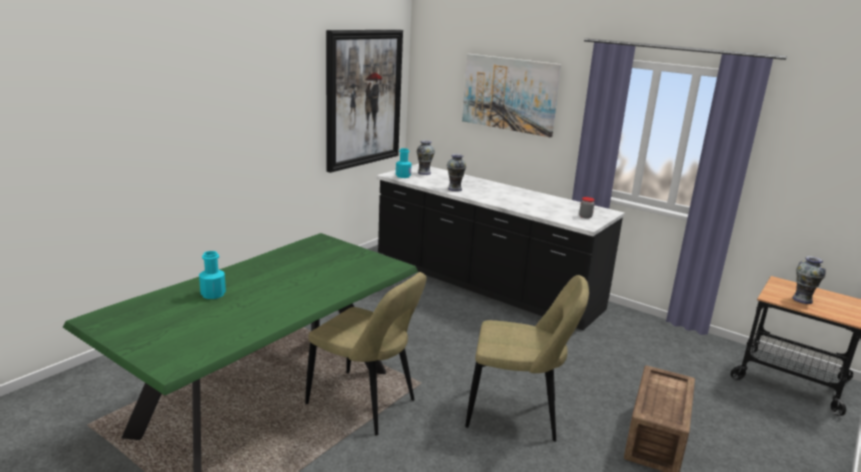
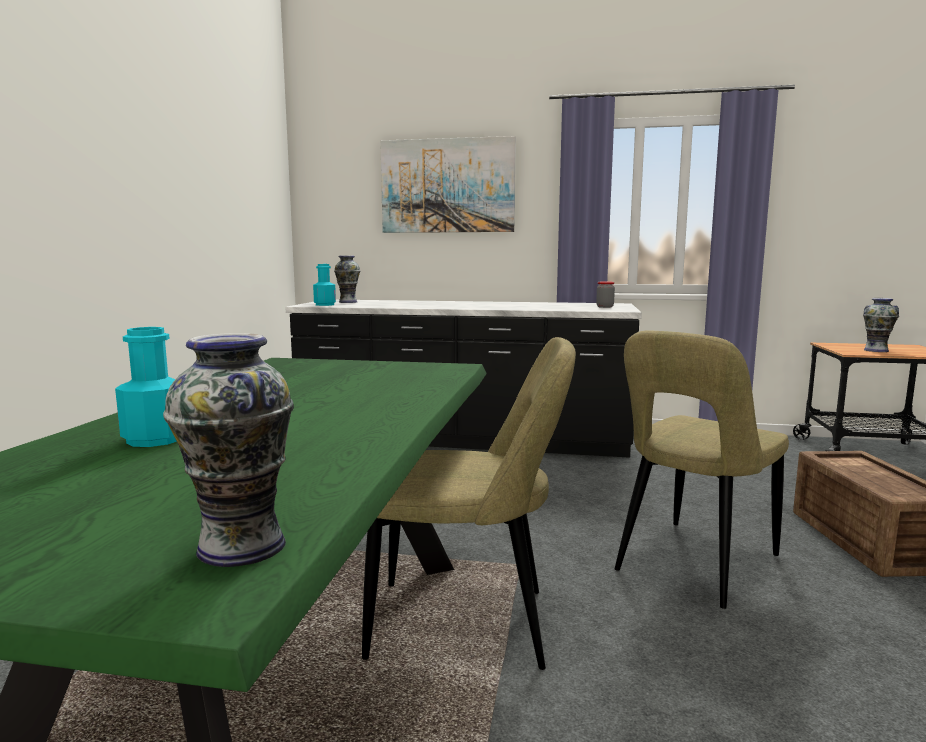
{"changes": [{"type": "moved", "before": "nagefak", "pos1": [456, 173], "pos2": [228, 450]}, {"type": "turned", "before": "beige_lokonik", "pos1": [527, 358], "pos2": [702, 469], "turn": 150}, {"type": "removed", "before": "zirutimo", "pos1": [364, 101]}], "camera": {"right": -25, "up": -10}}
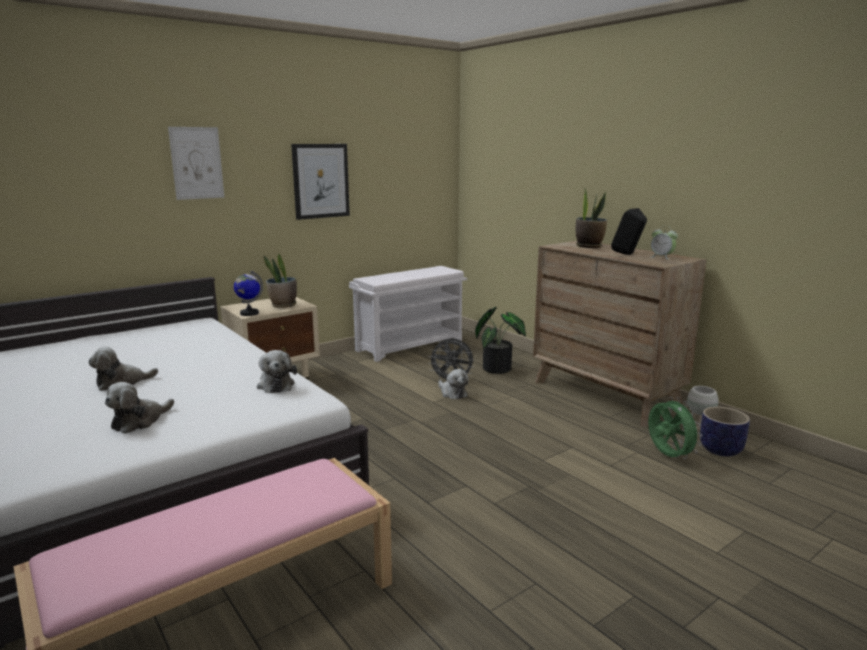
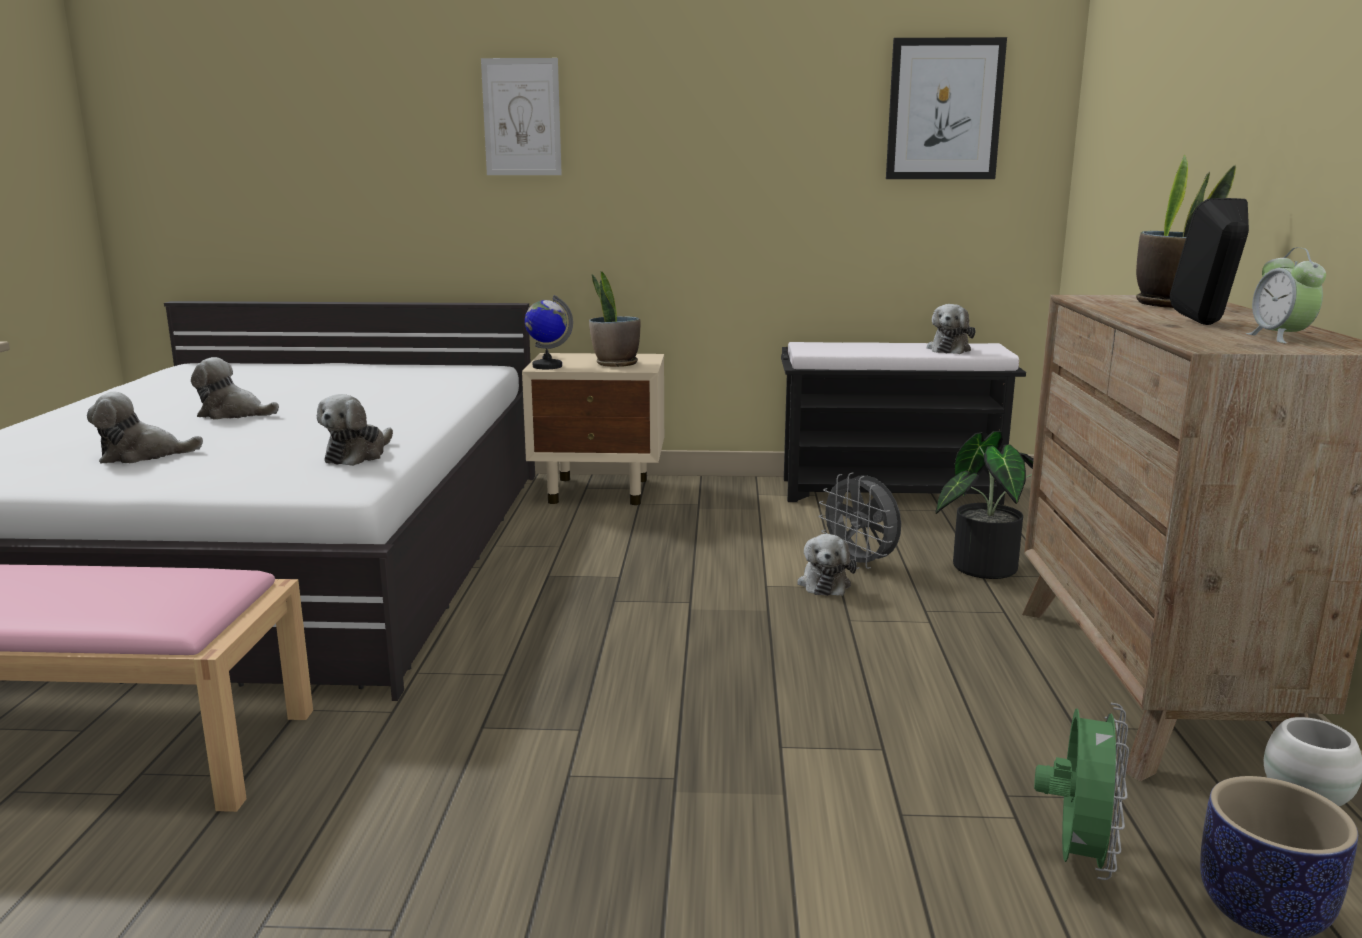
{"changes": [{"type": "recoloured", "before": "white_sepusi", "after": "black_sepusi", "pos1": [408, 314], "pos2": [903, 423]}, {"type": "moved", "before": "zirutimo", "pos1": [320, 182], "pos2": [946, 108]}, {"type": "added", "after": "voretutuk", "pos2": [951, 329]}], "camera": {"right": 40, "up": 0}}
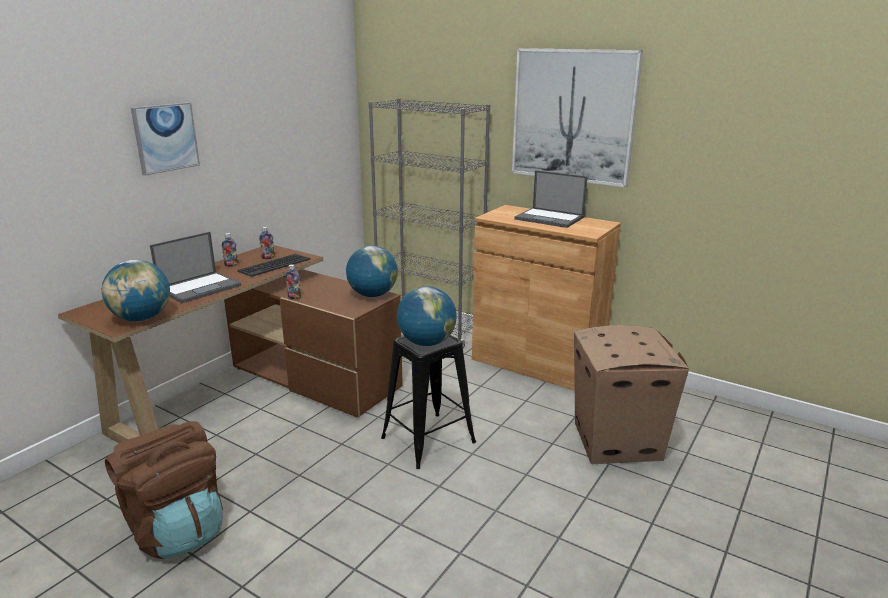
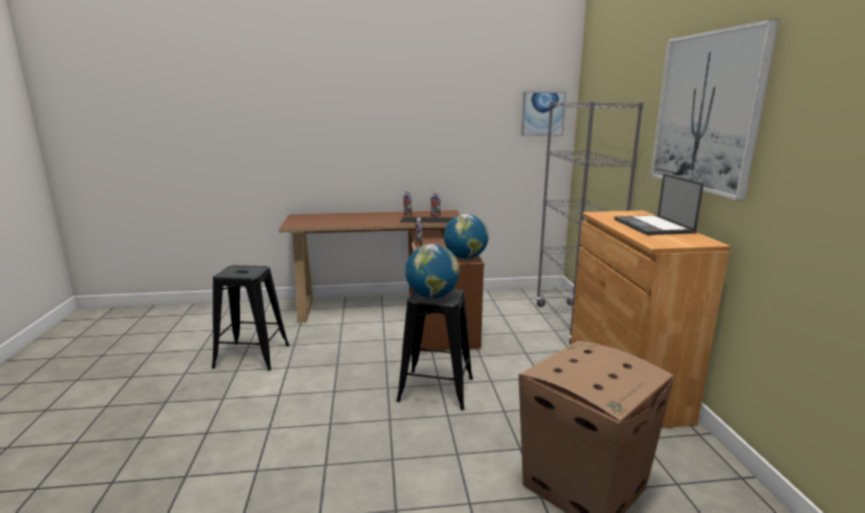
{"changes": [{"type": "replaced", "before": "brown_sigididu", "after": "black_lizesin", "pos1": [164, 490], "pos2": [250, 318]}, {"type": "moved", "before": "zirutimo", "pos1": [165, 138], "pos2": [543, 114]}, {"type": "removed", "before": "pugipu", "pos1": [136, 290]}, {"type": "removed", "before": "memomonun", "pos1": [195, 267]}], "camera": {"right": 50, "up": -5}}
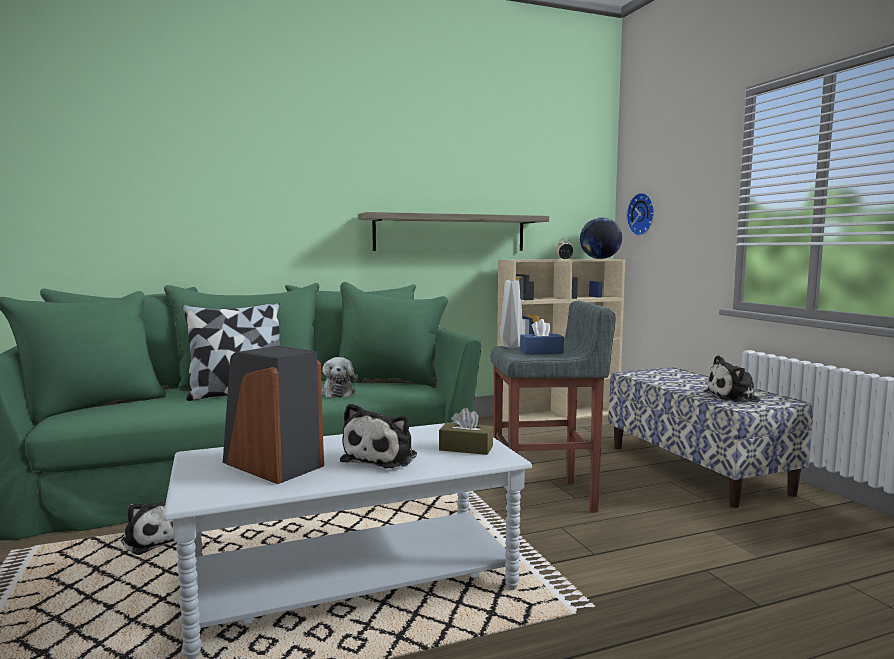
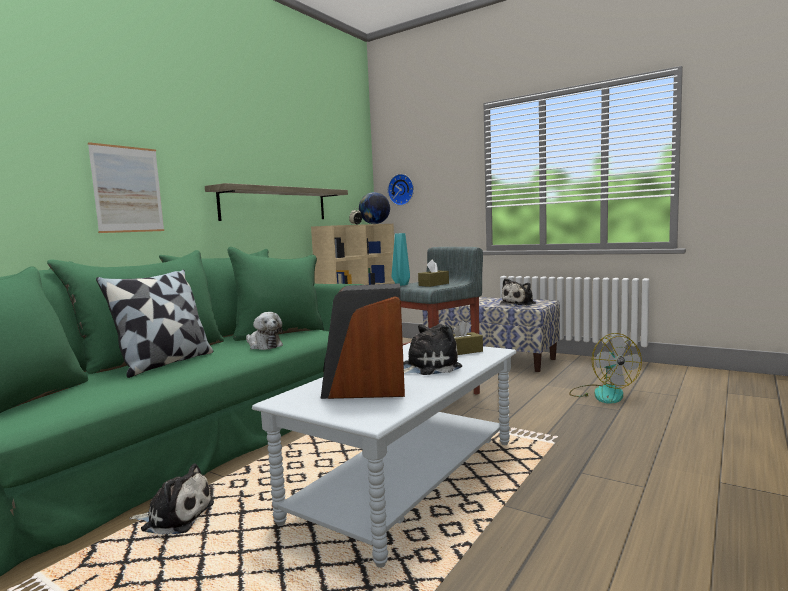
{"changes": [{"type": "added", "after": "zirutimo", "pos2": [126, 187]}, {"type": "recoloured", "before": "grey_nagefak", "after": "turquoise_nagefak", "pos1": [512, 314], "pos2": [401, 259]}, {"type": "turned", "before": "voretutuk", "pos1": [378, 435], "pos2": [432, 349], "turn": -105}, {"type": "recoloured", "before": "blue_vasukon", "after": "brown_vasukon", "pos1": [542, 337], "pos2": [433, 273]}, {"type": "added", "after": "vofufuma", "pos2": [605, 368]}], "camera": {"right": -35, "up": 0}}
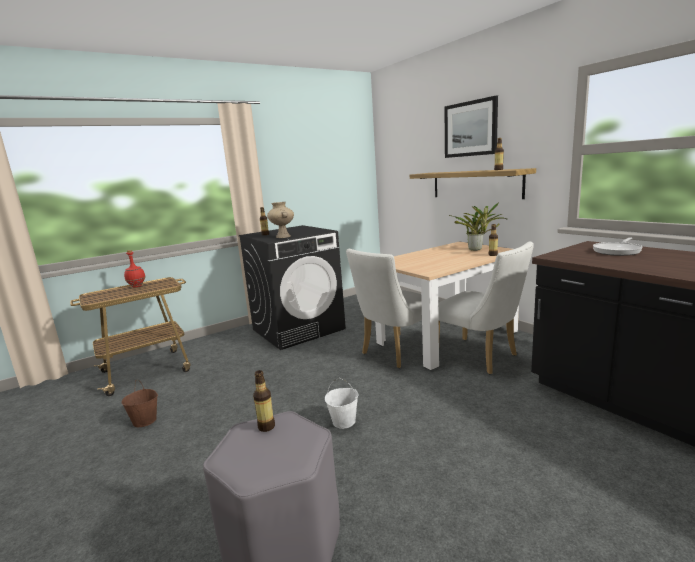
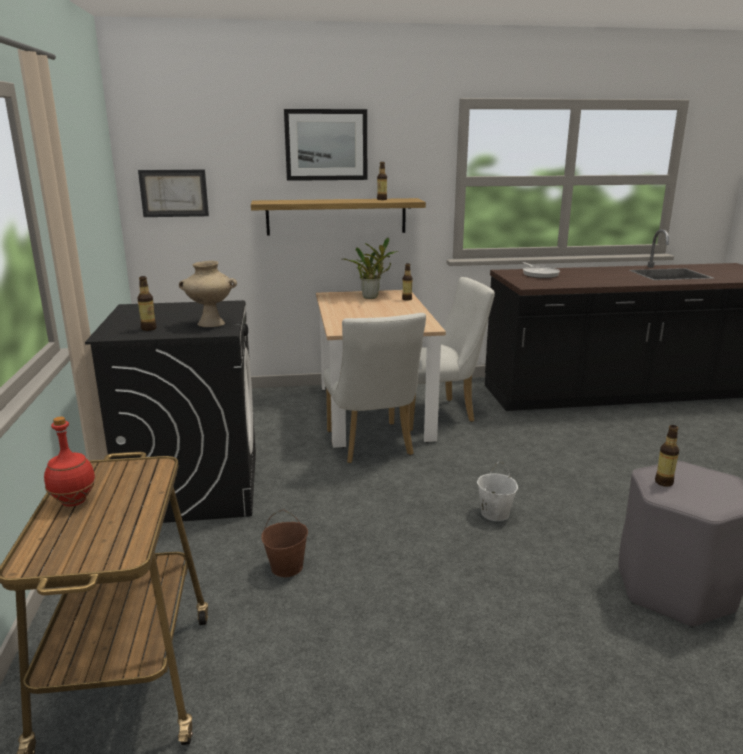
{"changes": [{"type": "added", "after": "zirutimo", "pos2": [173, 193]}, {"type": "moved", "before": "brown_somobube", "pos1": [140, 403], "pos2": [284, 543]}], "camera": {"right": -65, "up": 5}}
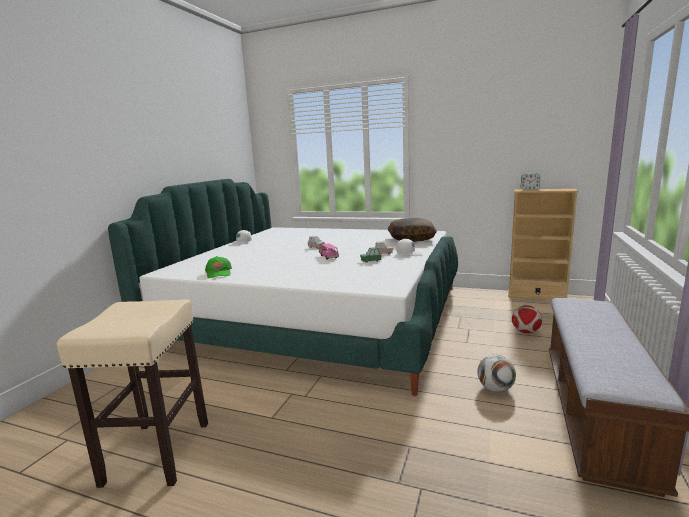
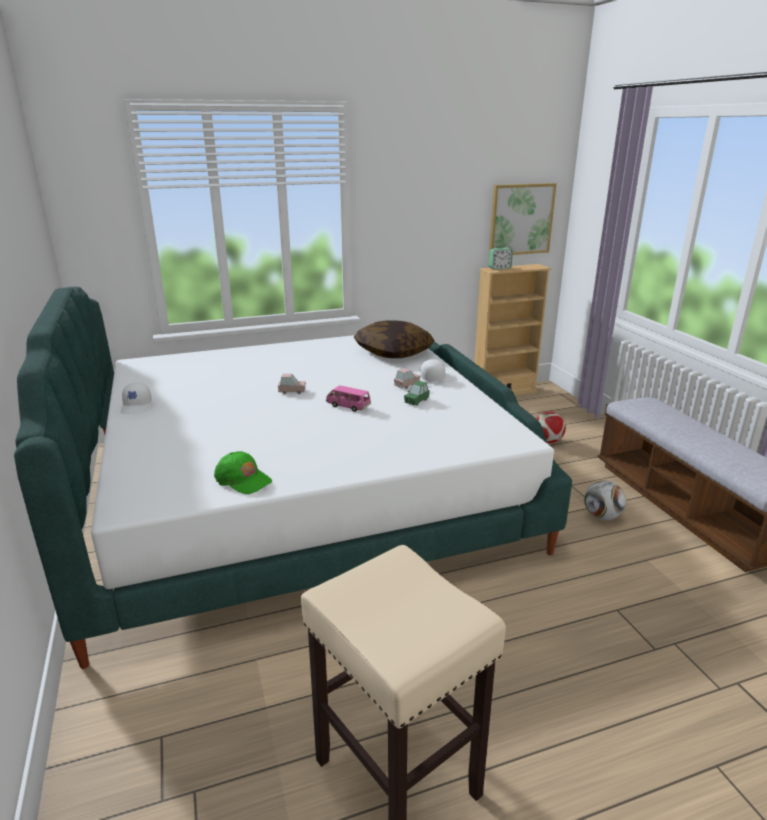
{"changes": [{"type": "added", "after": "zirutimo", "pos2": [523, 219]}], "camera": {"right": -40, "up": 10}}
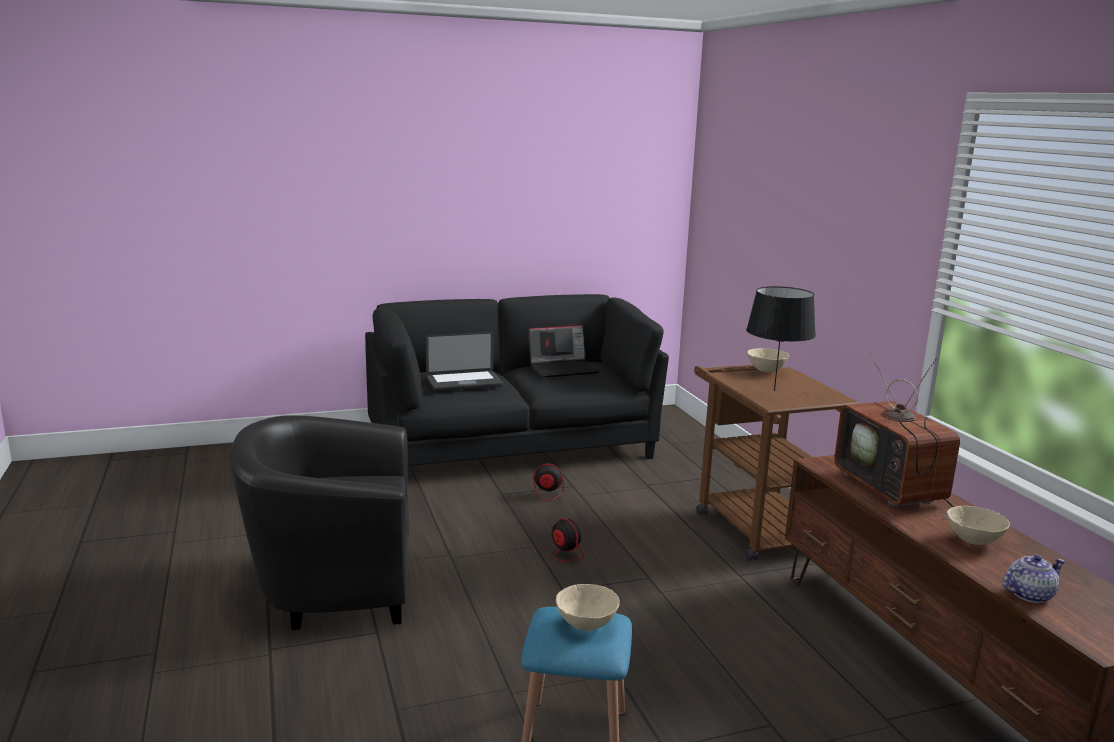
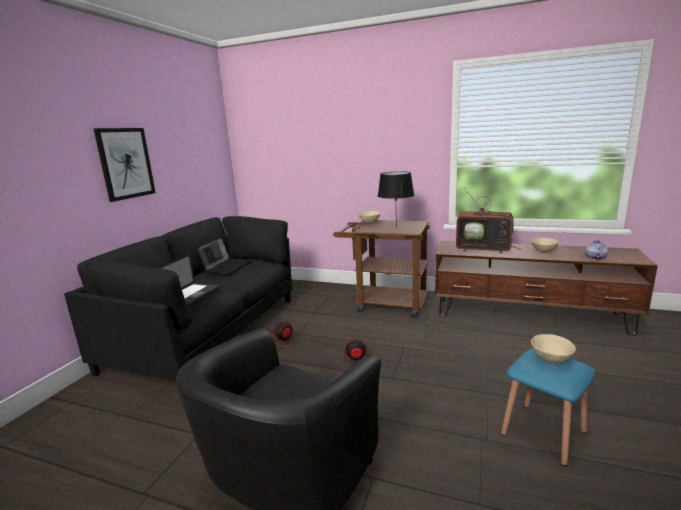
{"changes": [{"type": "added", "after": "zirutimo", "pos2": [125, 165]}], "camera": {"right": -50, "up": 0}}
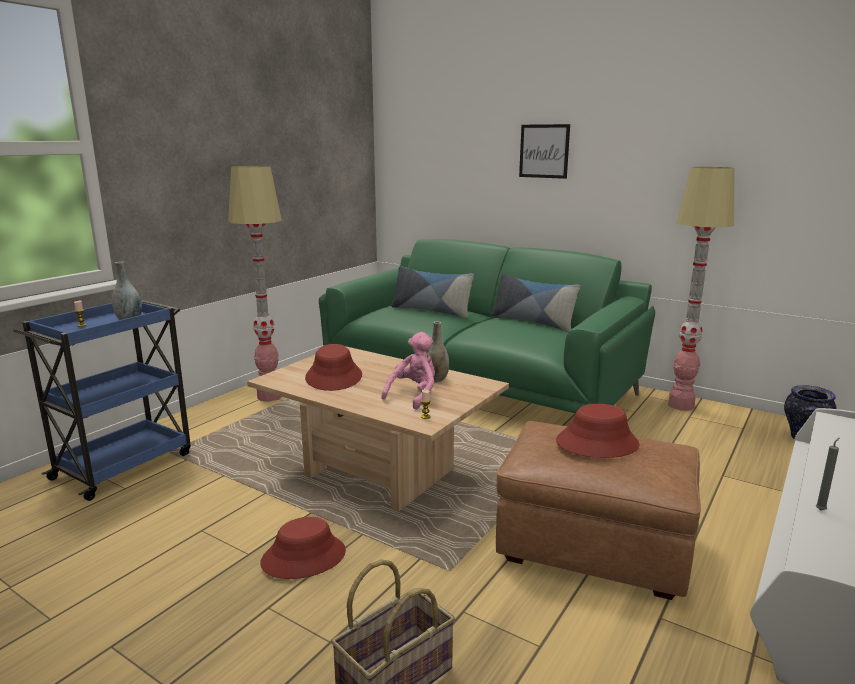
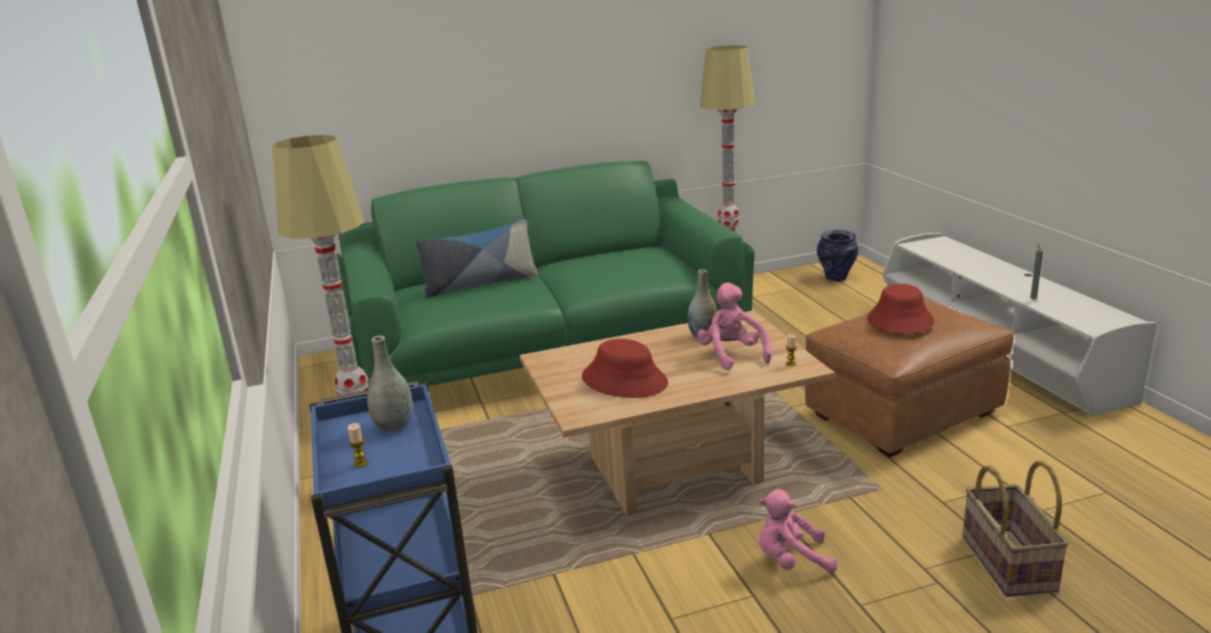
{"changes": [{"type": "replaced", "before": "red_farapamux", "after": "pink_voretutuk", "pos1": [303, 548], "pos2": [798, 531]}, {"type": "removed", "before": "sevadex", "pos1": [535, 302]}, {"type": "removed", "before": "zirutimo", "pos1": [544, 151]}], "camera": {"right": -50, "up": 5}}
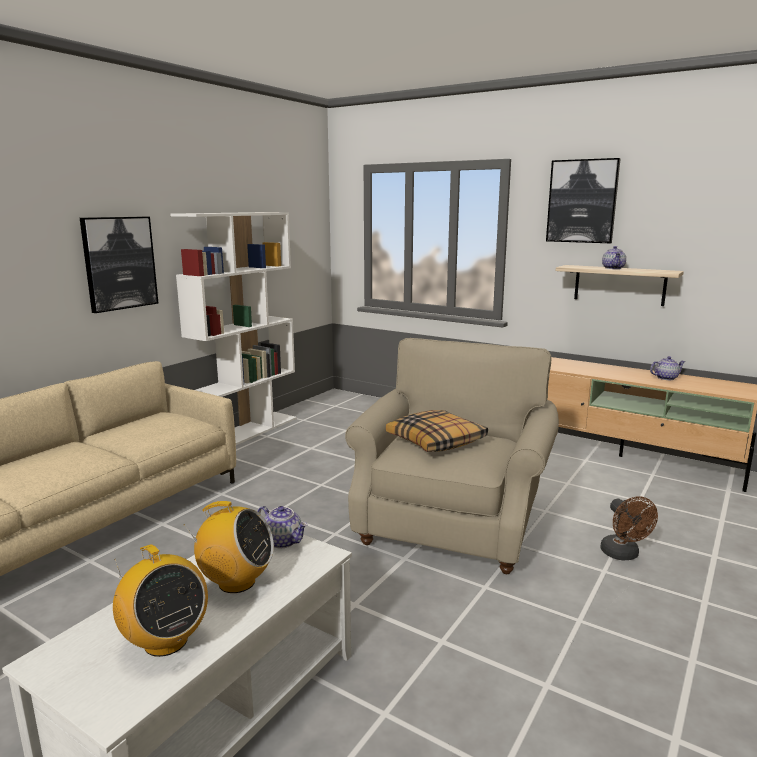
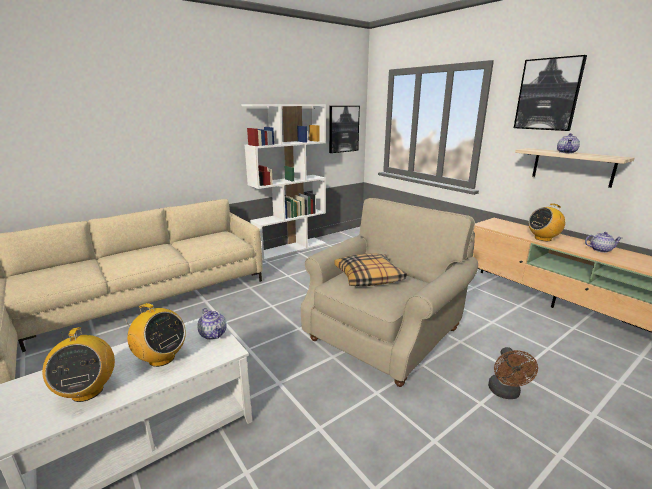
{"changes": [{"type": "moved", "before": "zirutimo", "pos1": [119, 265], "pos2": [344, 129]}, {"type": "added", "after": "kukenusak", "pos2": [546, 222]}], "camera": {"right": 20, "up": 5}}
